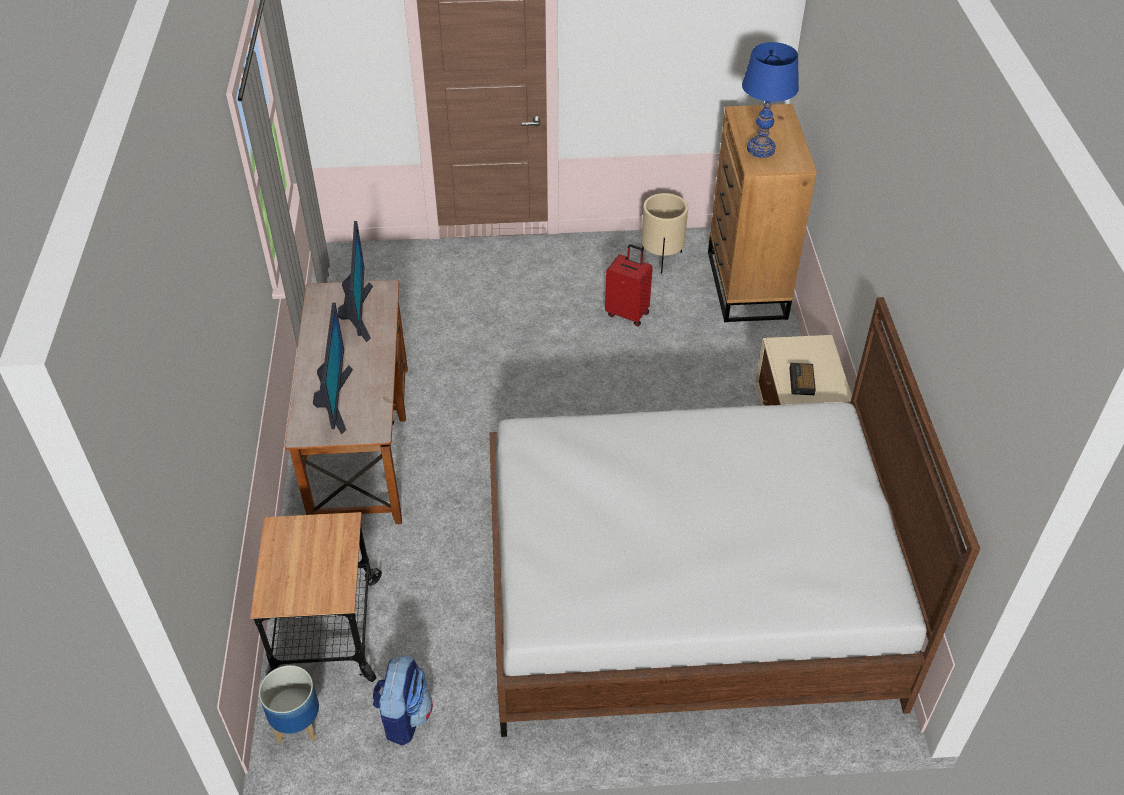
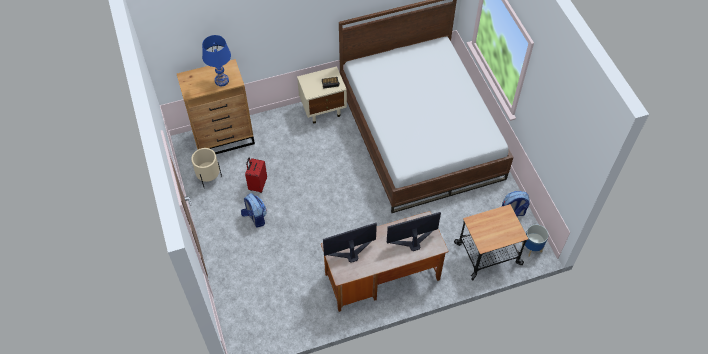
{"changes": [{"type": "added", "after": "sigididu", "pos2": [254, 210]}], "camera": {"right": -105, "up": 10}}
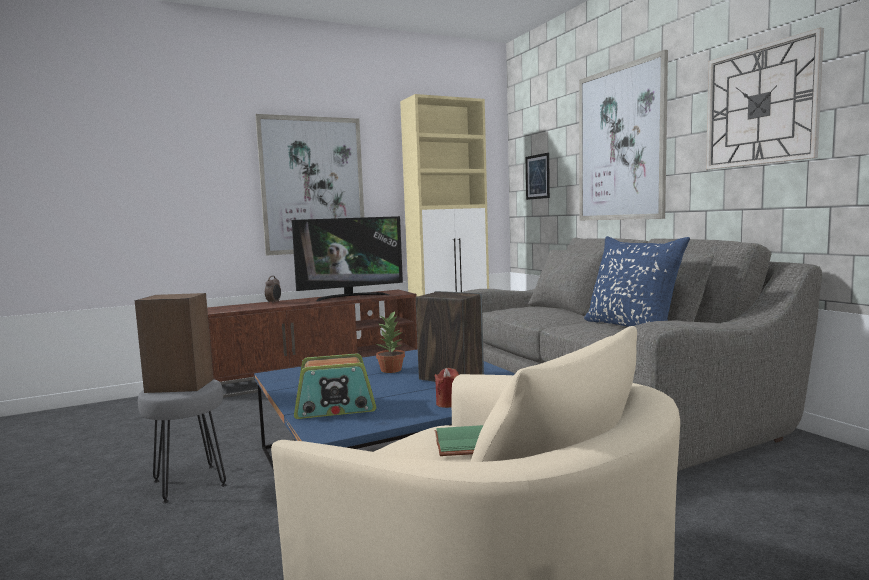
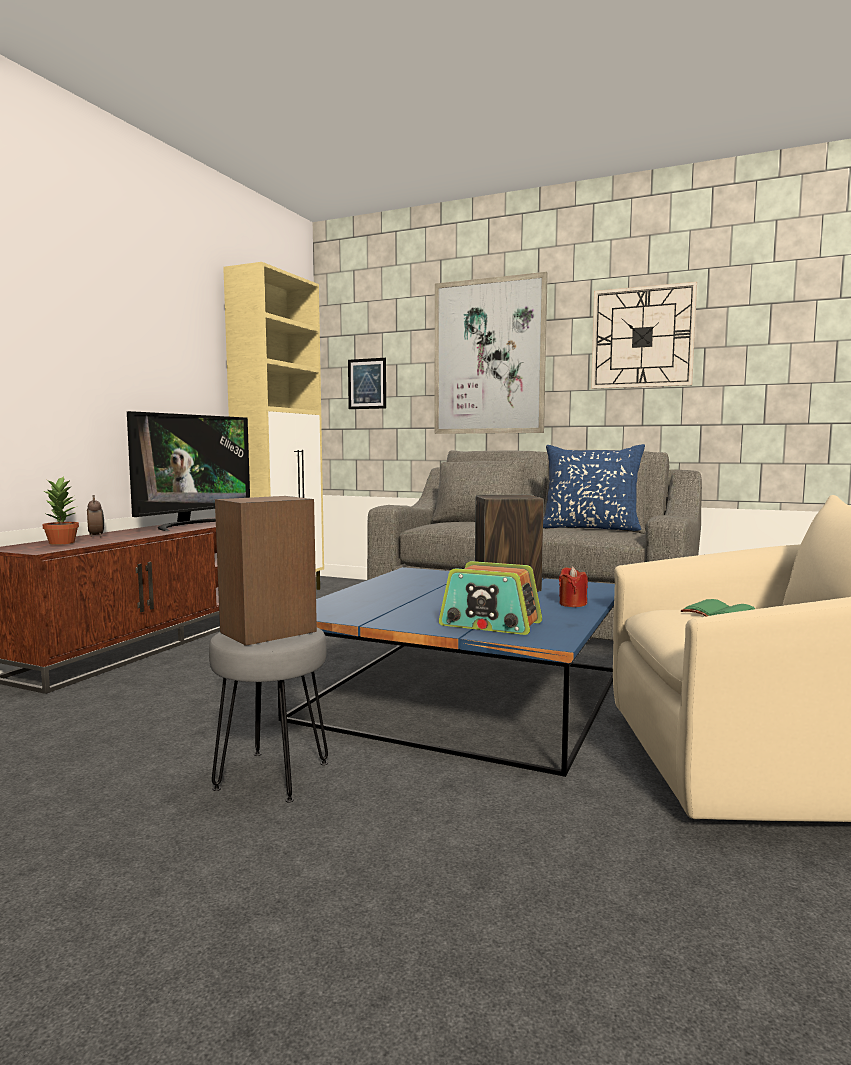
{"changes": [{"type": "moved", "before": "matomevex", "pos1": [390, 342], "pos2": [60, 510]}, {"type": "turned", "before": "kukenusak", "pos1": [335, 386], "pos2": [490, 598], "turn": 75}, {"type": "removed", "before": "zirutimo", "pos1": [309, 185]}], "camera": {"right": -40, "up": 0}}
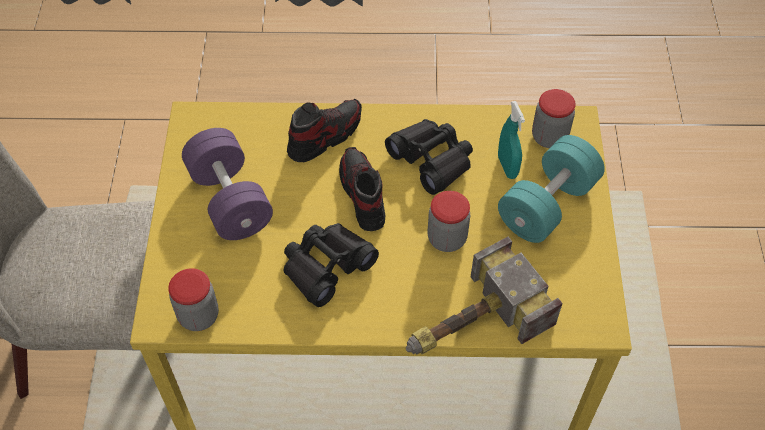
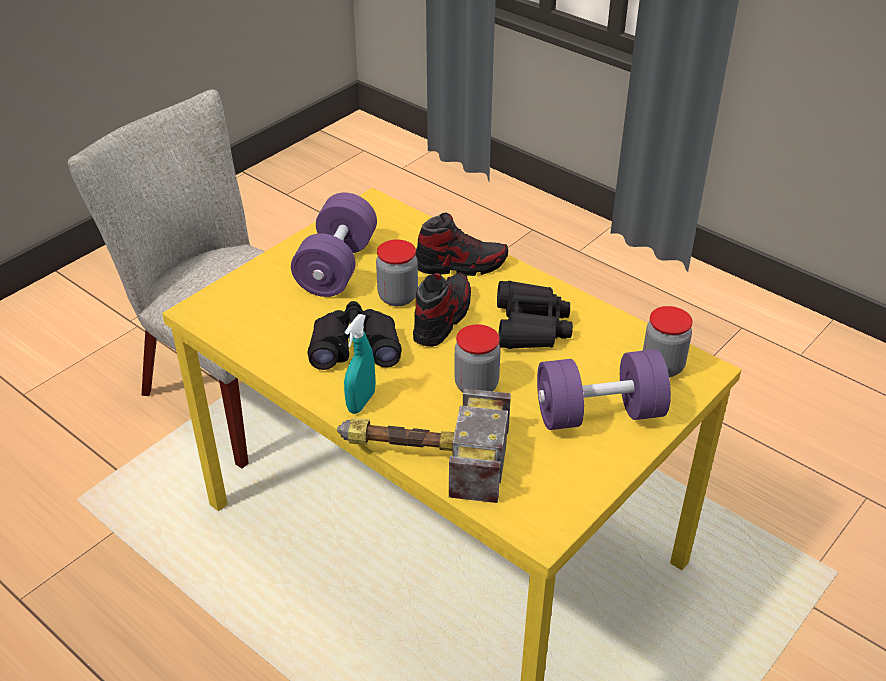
{"changes": [{"type": "moved", "before": "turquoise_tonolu", "pos1": [511, 140], "pos2": [359, 364]}, {"type": "moved", "before": "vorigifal", "pos1": [193, 299], "pos2": [397, 272]}, {"type": "recoloured", "before": "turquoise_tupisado", "after": "purple_tupisado", "pos1": [551, 189], "pos2": [604, 389]}], "camera": {"right": 40, "up": -15}}
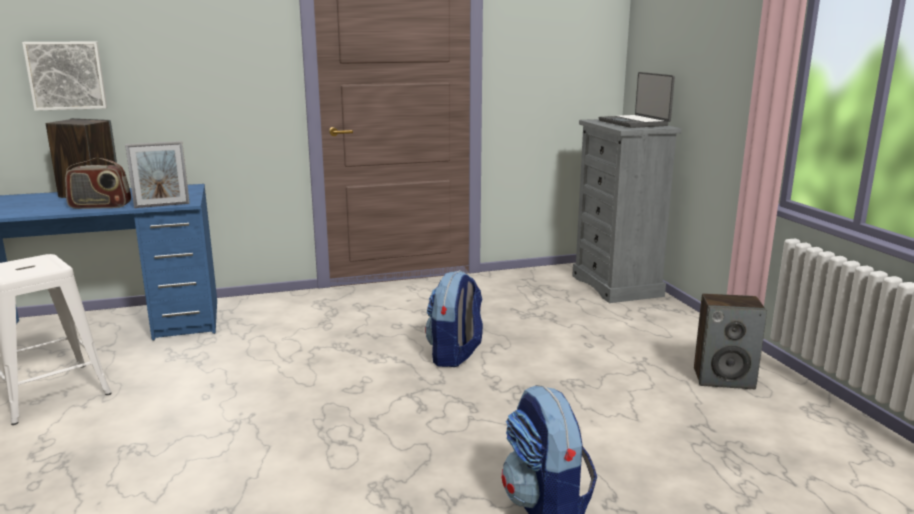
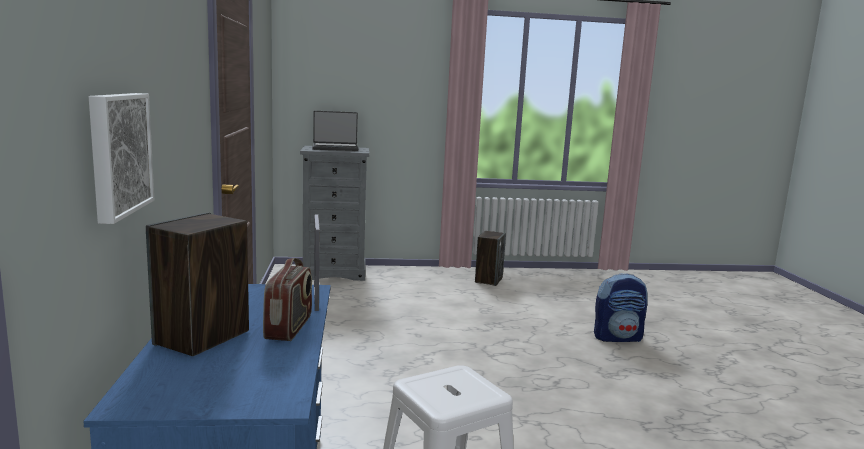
{"changes": [{"type": "removed", "before": "sigididu", "pos1": [454, 318]}], "camera": {"right": -80, "up": -5}}
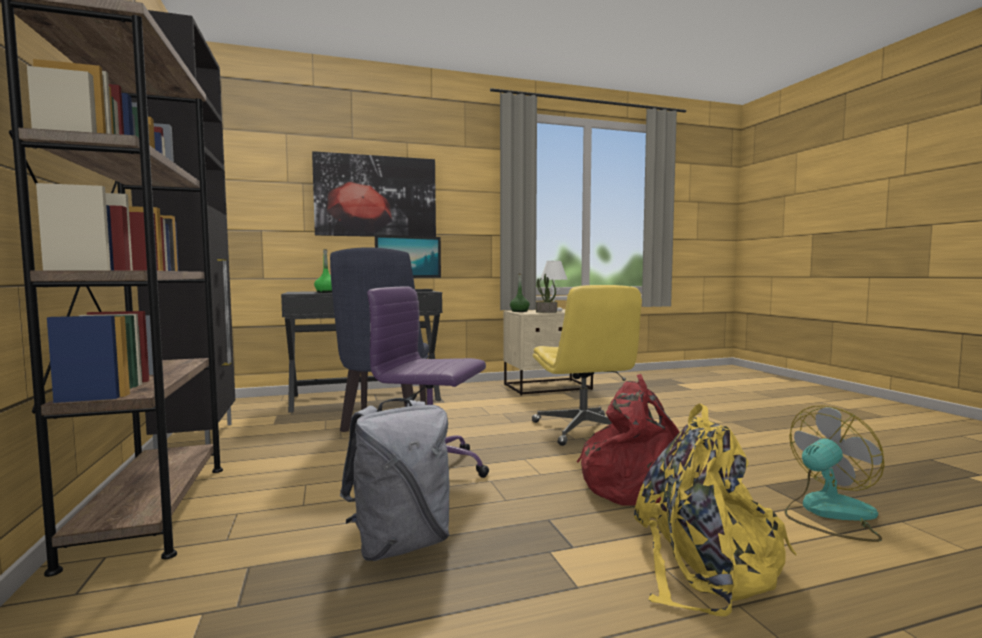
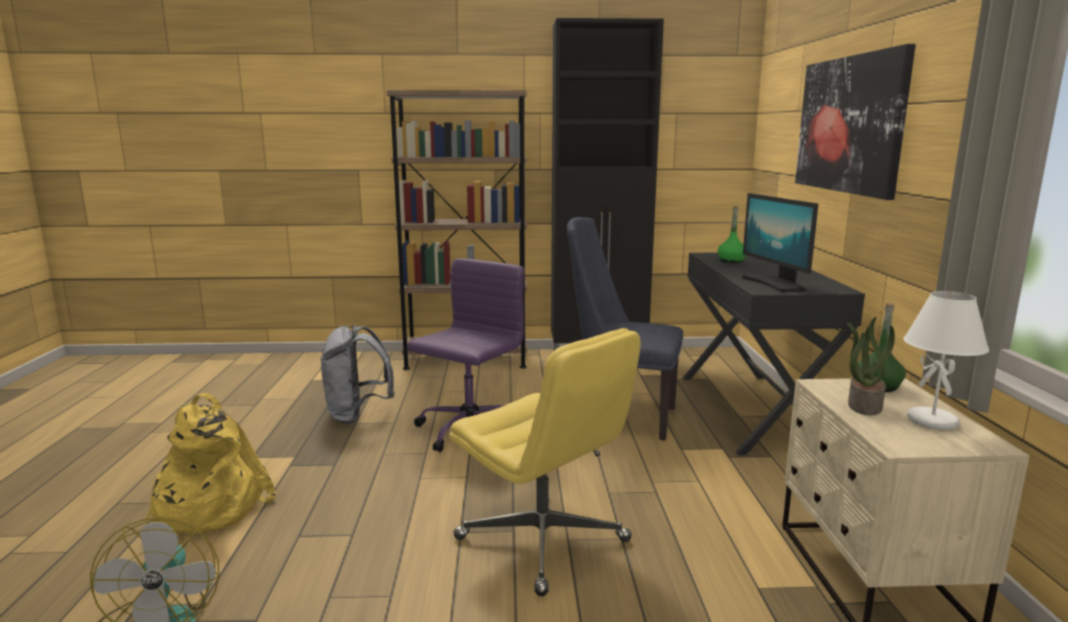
{"changes": [{"type": "turned", "before": "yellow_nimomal", "pos1": [587, 365], "pos2": [545, 462], "turn": -135}, {"type": "removed", "before": "red_sigididu", "pos1": [628, 439]}], "camera": {"right": 105, "up": 10}}
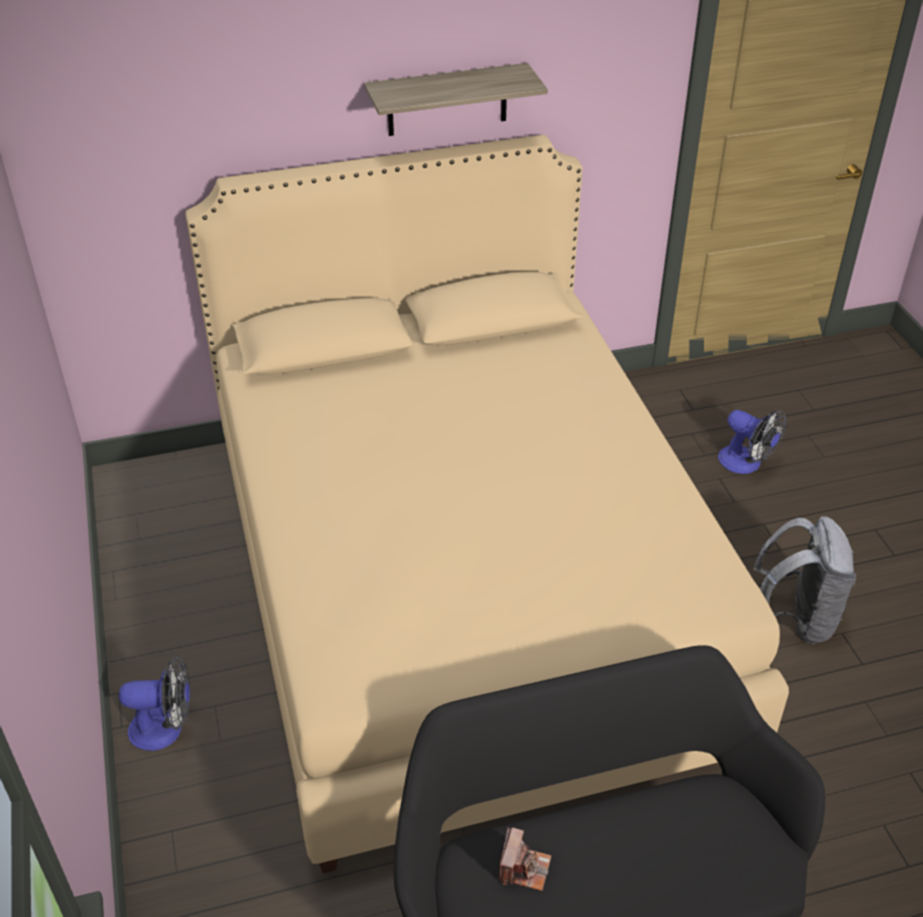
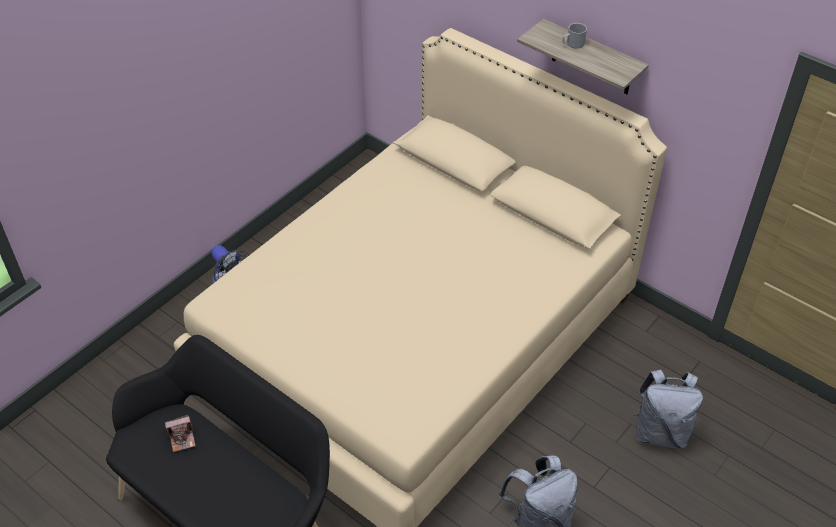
{"changes": [{"type": "added", "after": "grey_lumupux", "pos2": [574, 36]}, {"type": "replaced", "before": "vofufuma", "after": "grey_sigididu", "pos1": [752, 442], "pos2": [668, 409]}], "camera": {"right": 55, "up": 5}}
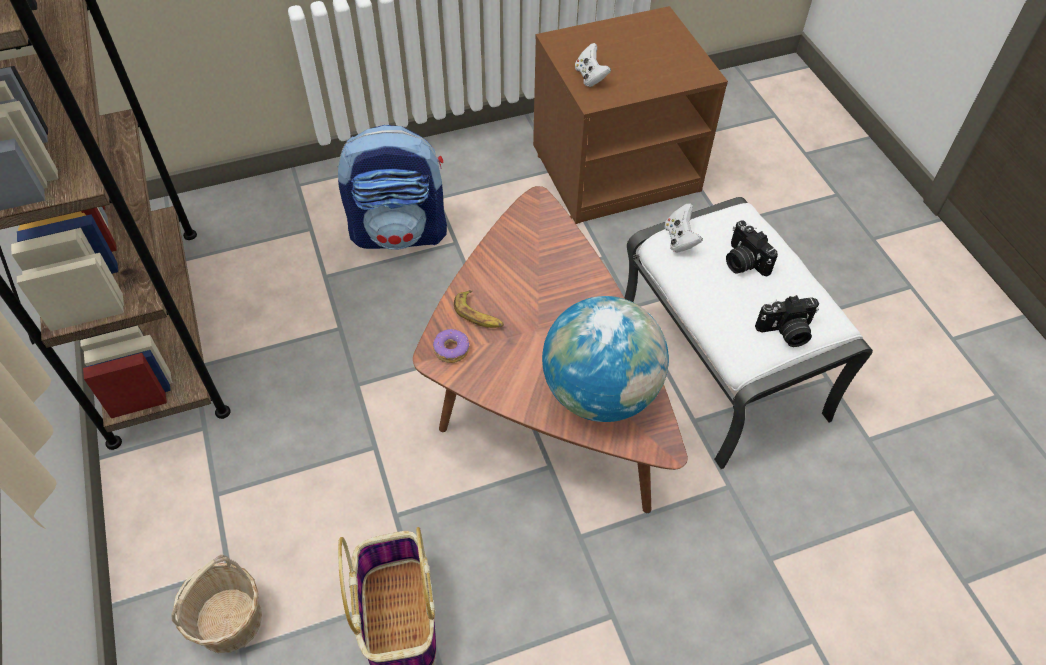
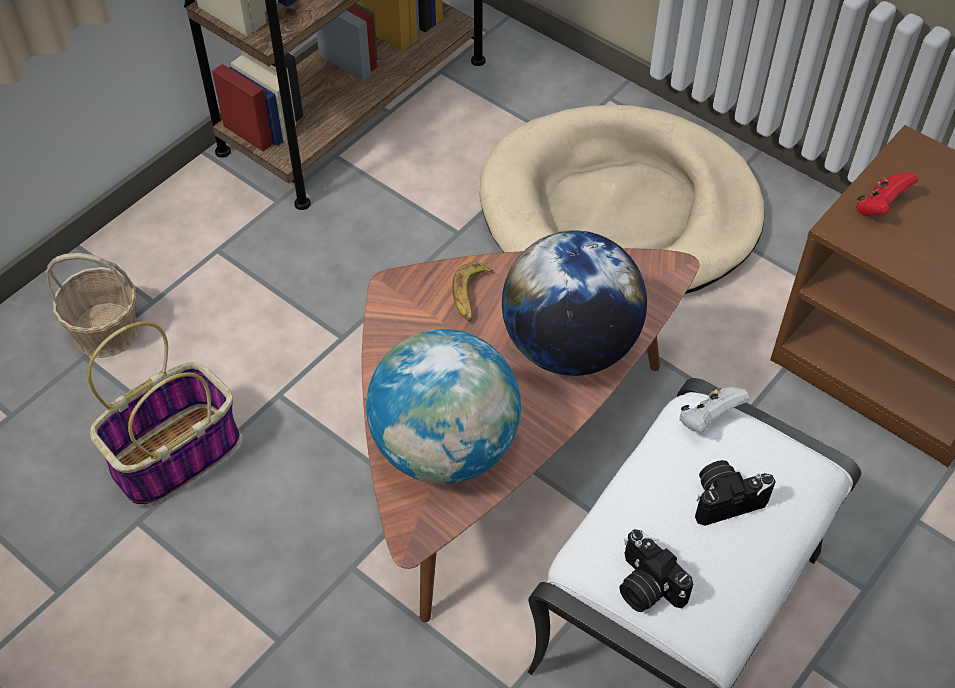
{"changes": [{"type": "replaced", "before": "sigididu", "after": "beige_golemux", "pos1": [392, 187], "pos2": [622, 199]}, {"type": "added", "after": "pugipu", "pos2": [574, 303]}, {"type": "turned", "before": "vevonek", "pos1": [752, 248], "pos2": [735, 493], "turn": 45}, {"type": "recoloured", "before": "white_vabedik", "after": "red_vabedik", "pos1": [593, 65], "pos2": [887, 195]}, {"type": "removed", "before": "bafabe", "pos1": [451, 346]}], "camera": {"right": 60, "up": 0}}
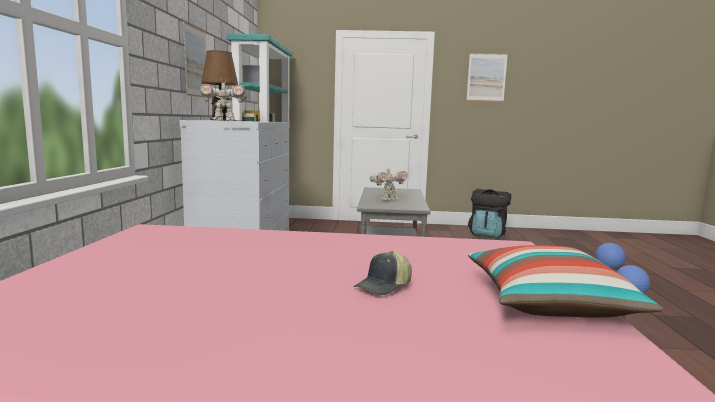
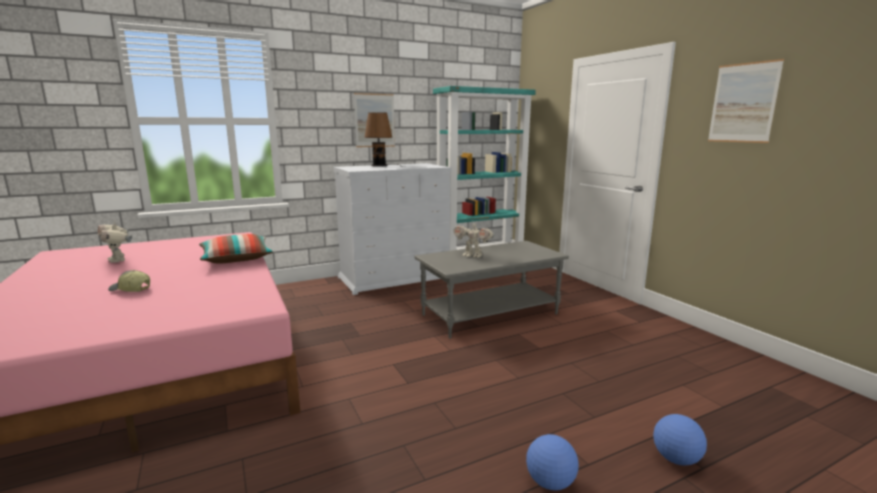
{"changes": [{"type": "moved", "before": "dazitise", "pos1": [223, 100], "pos2": [115, 243]}, {"type": "moved", "before": "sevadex", "pos1": [566, 281], "pos2": [236, 249]}, {"type": "removed", "before": "black_sigididu", "pos1": [489, 213]}], "camera": {"right": 60, "up": 5}}
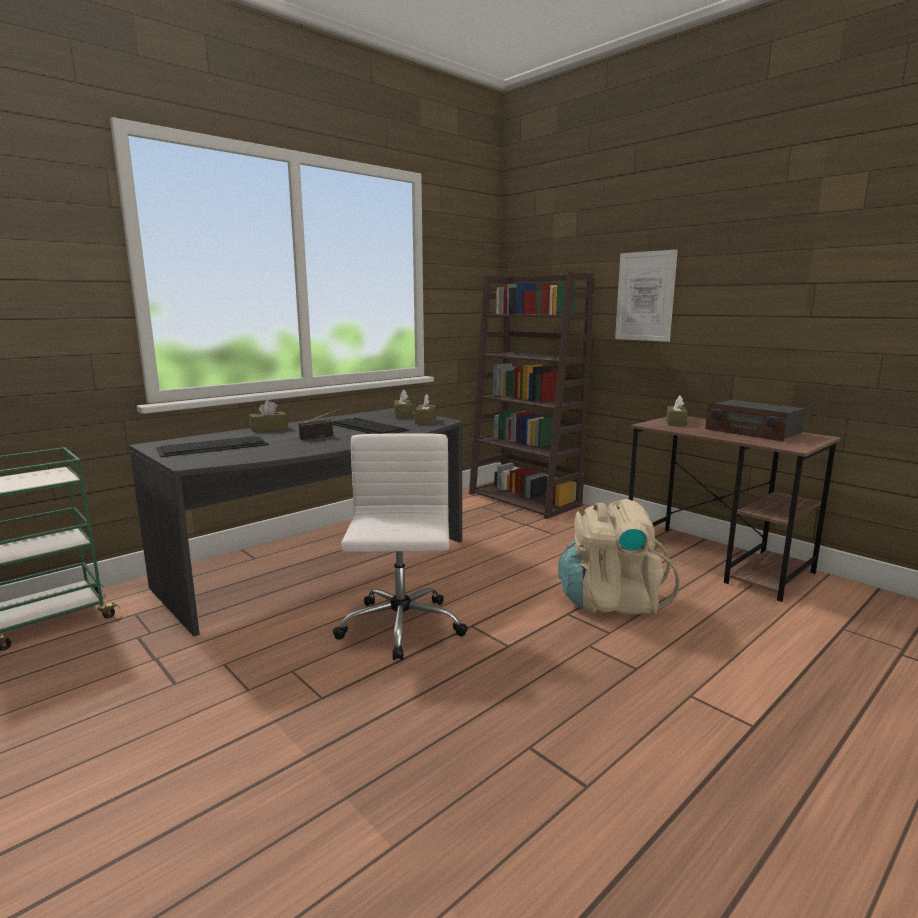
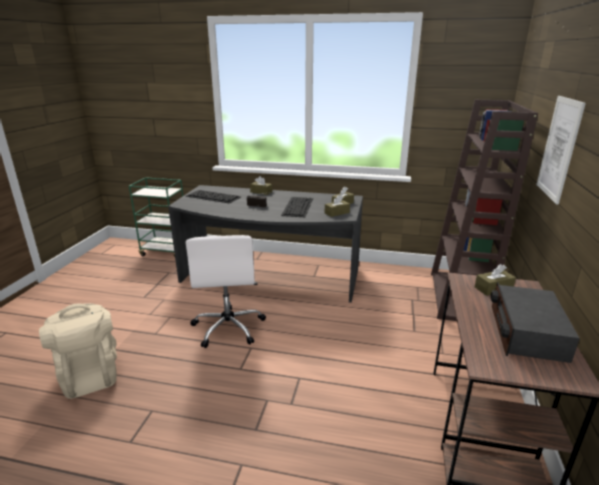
{"changes": [{"type": "moved", "before": "beige_sigididu", "pos1": [619, 556], "pos2": [78, 351]}, {"type": "turned", "before": "white_nimomal", "pos1": [400, 546], "pos2": [226, 291], "turn": 120}], "camera": {"right": 55, "up": 10}}
